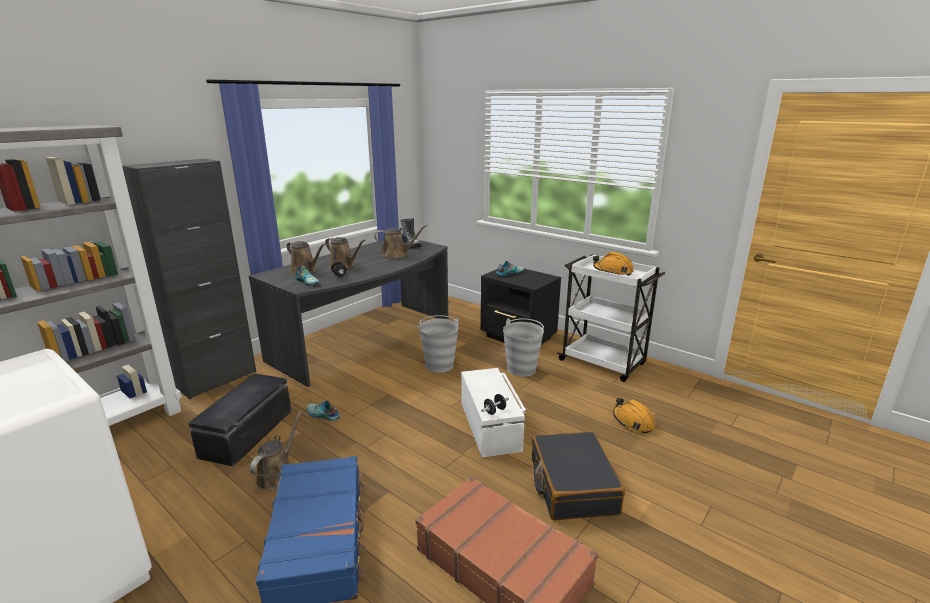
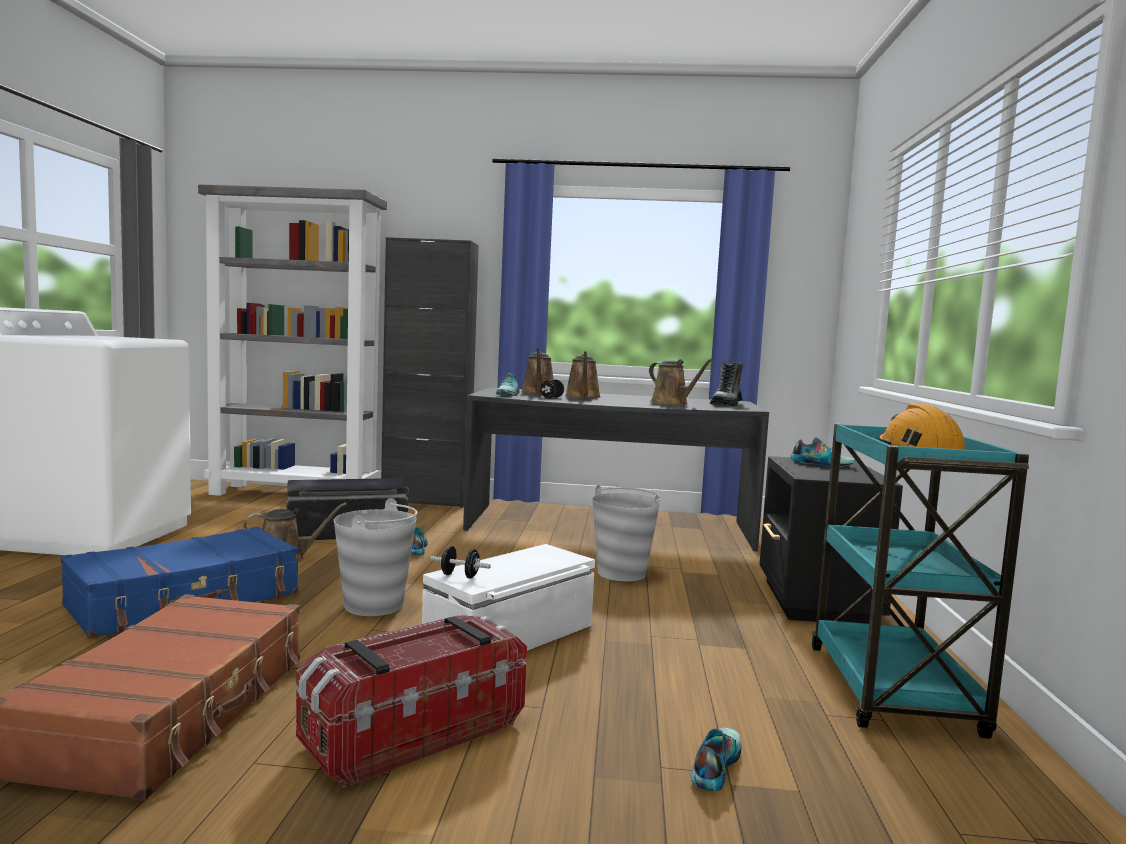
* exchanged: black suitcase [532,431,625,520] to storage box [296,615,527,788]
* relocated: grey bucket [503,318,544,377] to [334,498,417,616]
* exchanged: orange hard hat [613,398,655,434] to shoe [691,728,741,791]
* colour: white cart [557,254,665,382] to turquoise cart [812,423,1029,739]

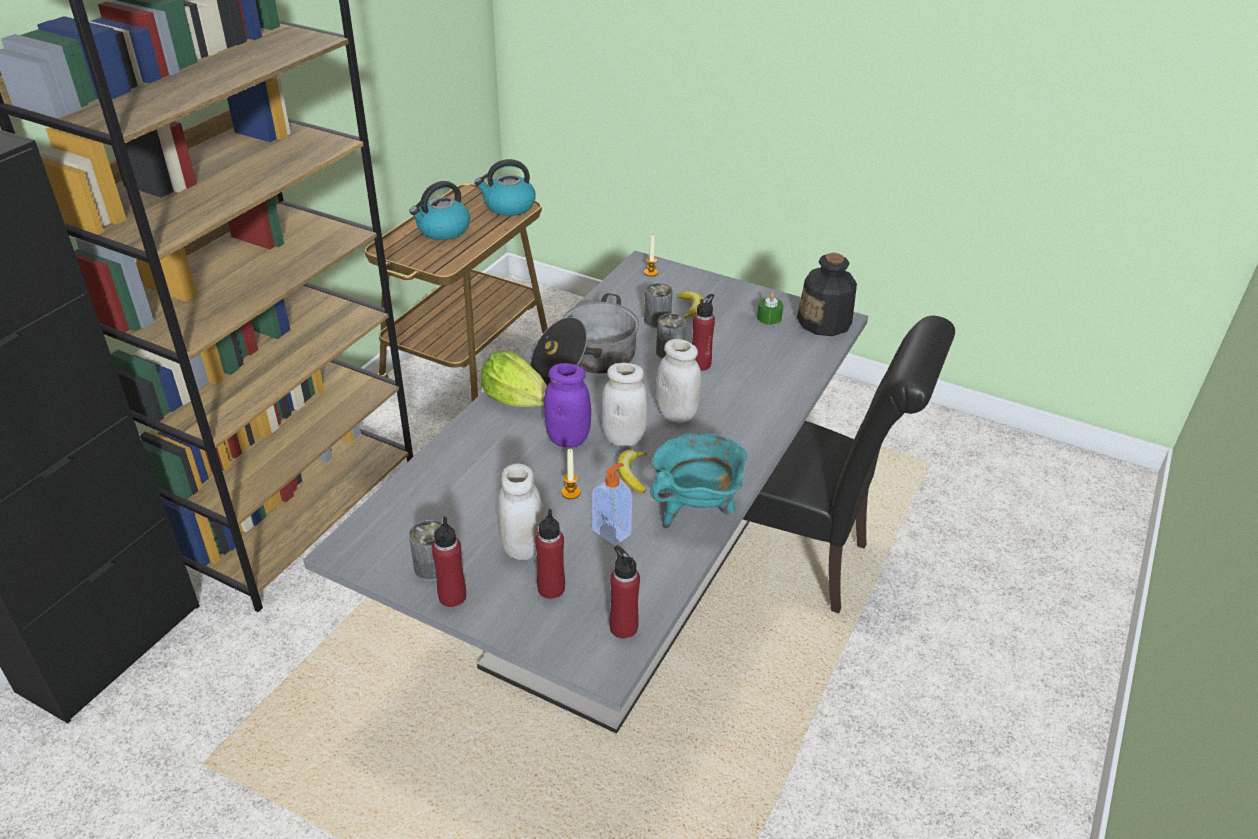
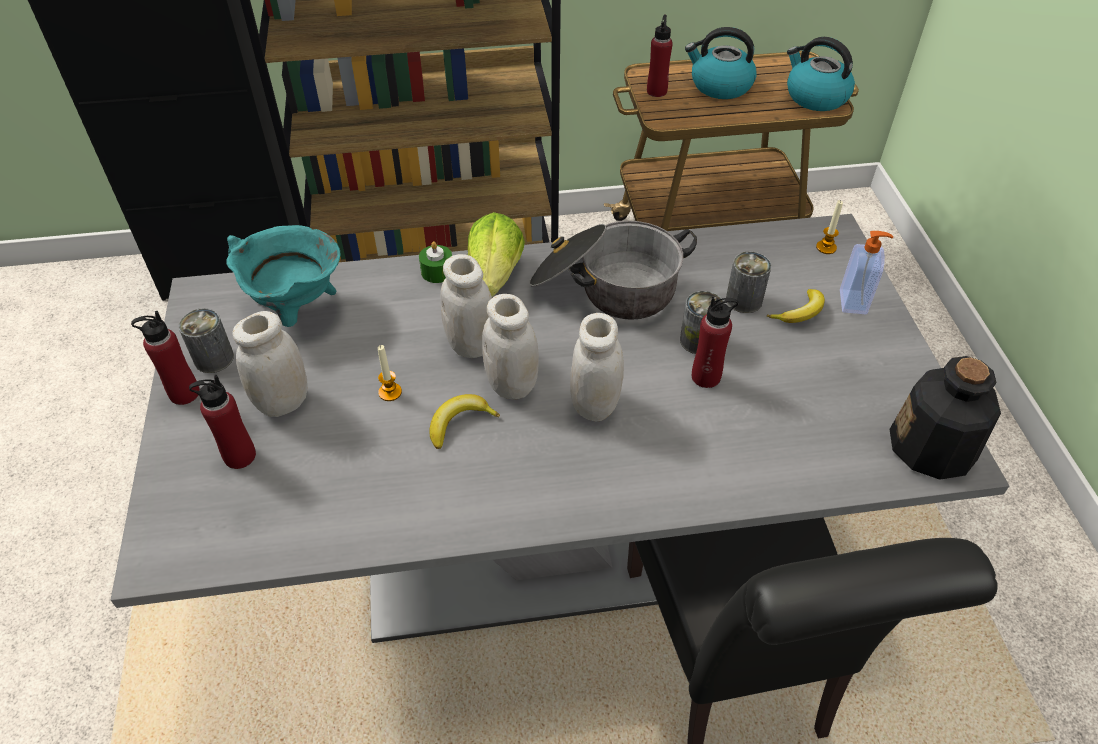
* relocated: turquoise cooking pot [650,433,748,528] to [226,225,340,327]
* relocated: green candle [757,292,783,325] to [419,241,452,283]
* colour: purple jar [544,363,591,448] to white jar [440,254,492,358]
* relocated: red bottle [609,546,640,639] to [647,15,673,97]
* relocated: soap dispenser [592,463,632,546] to [840,231,893,315]

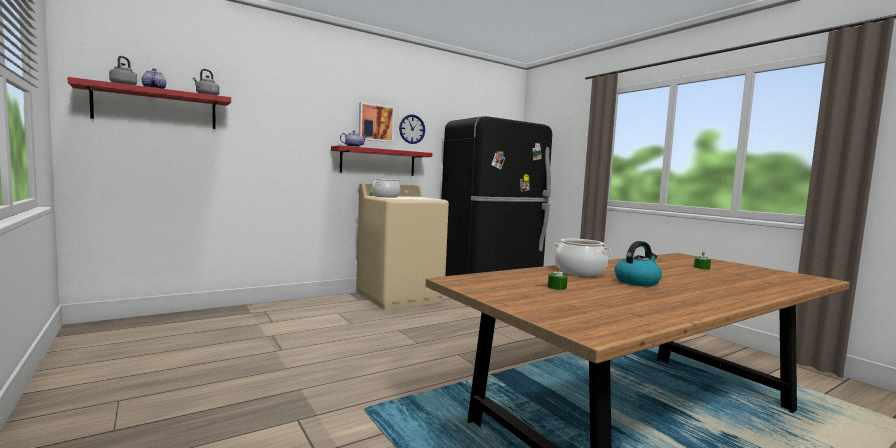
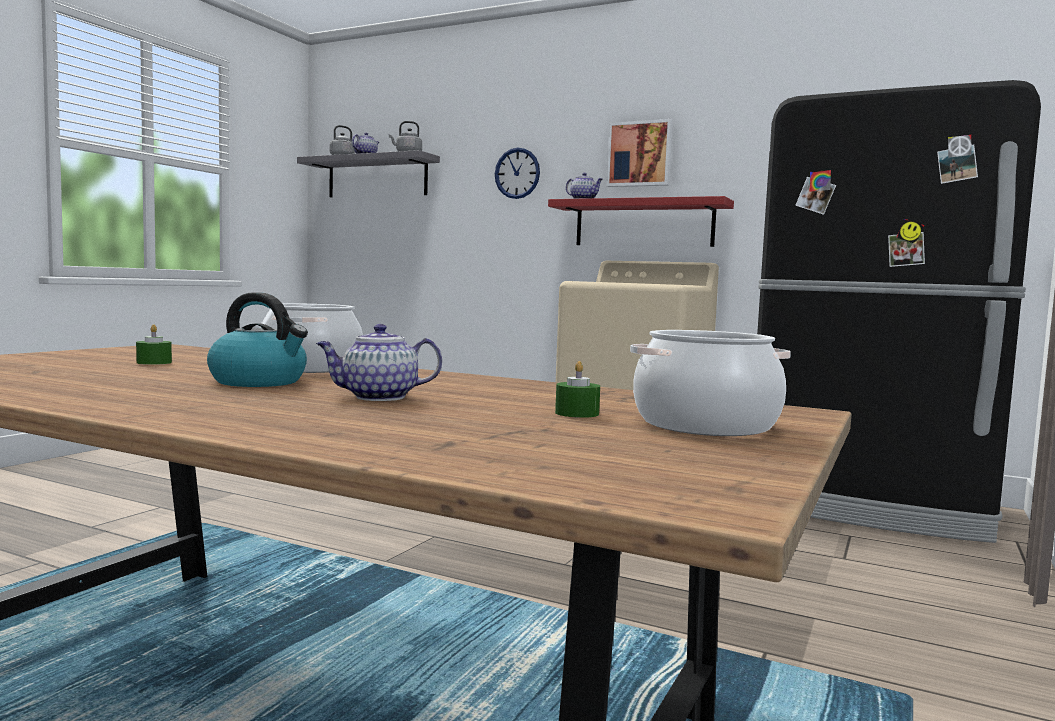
* colour: red shelf [67,77,231,129] to grey shelf [297,150,440,197]
* appeared: teapot [316,324,442,401]
* relocated: wall clock [399,114,425,144] to [495,148,540,199]
* relocated: cooking pot [372,179,400,198] to [630,330,791,436]

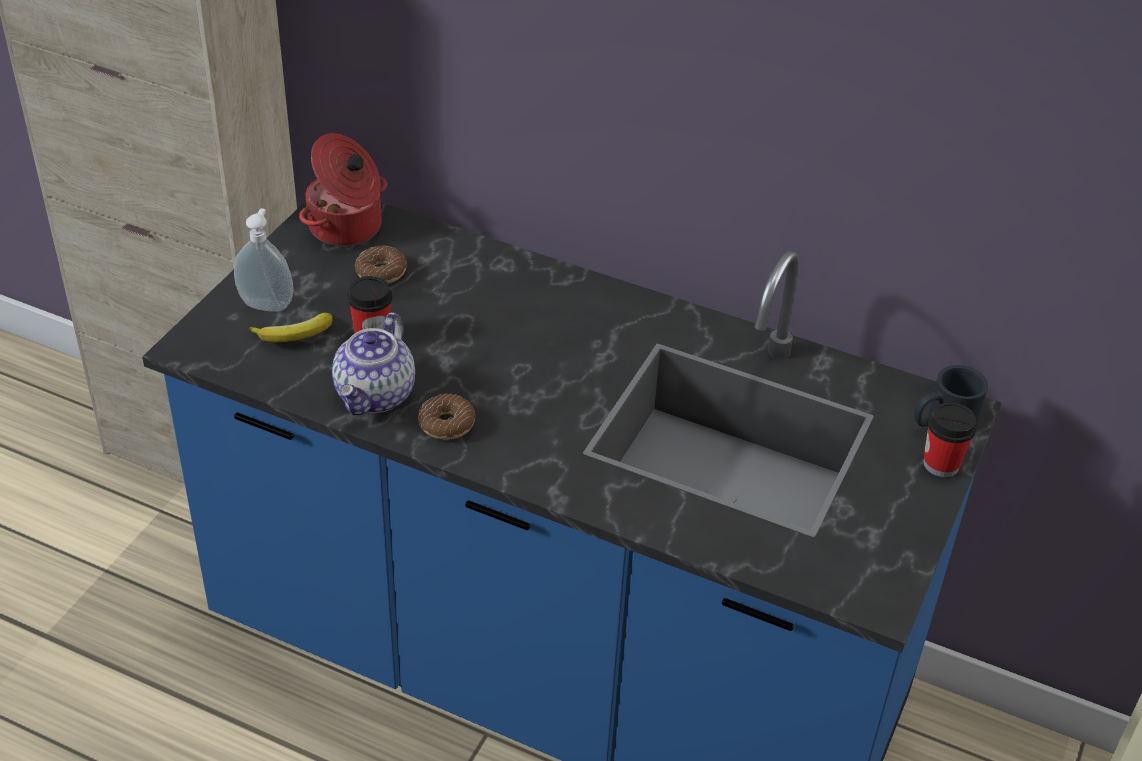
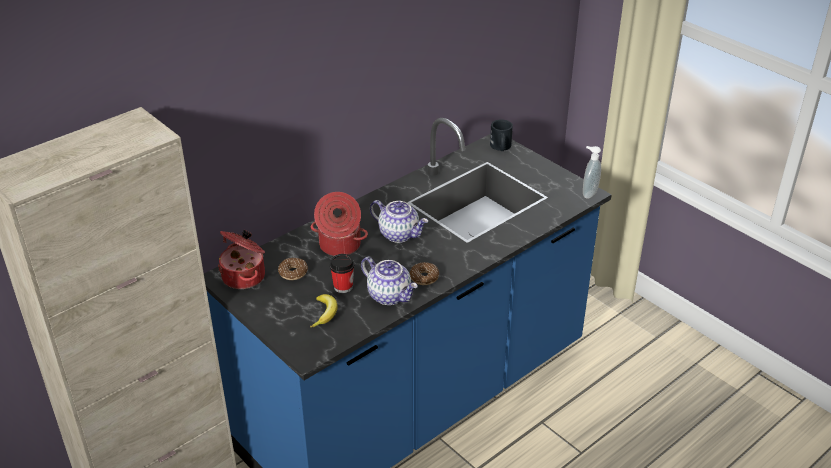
* appeared: cooking pot [311,192,368,256]
* appeared: teapot [370,200,428,243]
* relocated: soap dispenser [234,209,293,312] to [583,146,601,199]
* missing: cup [923,402,977,477]

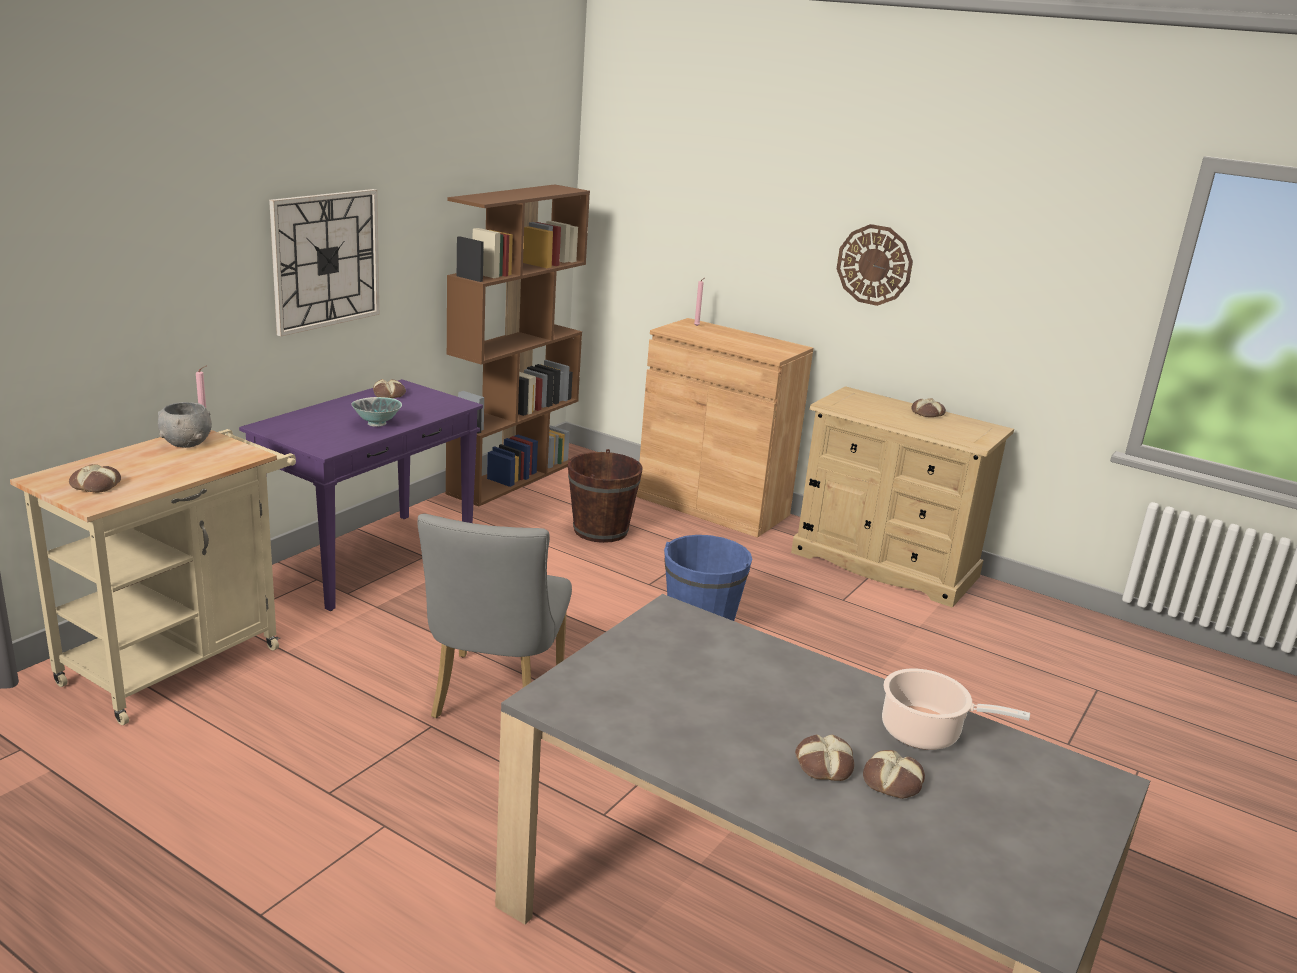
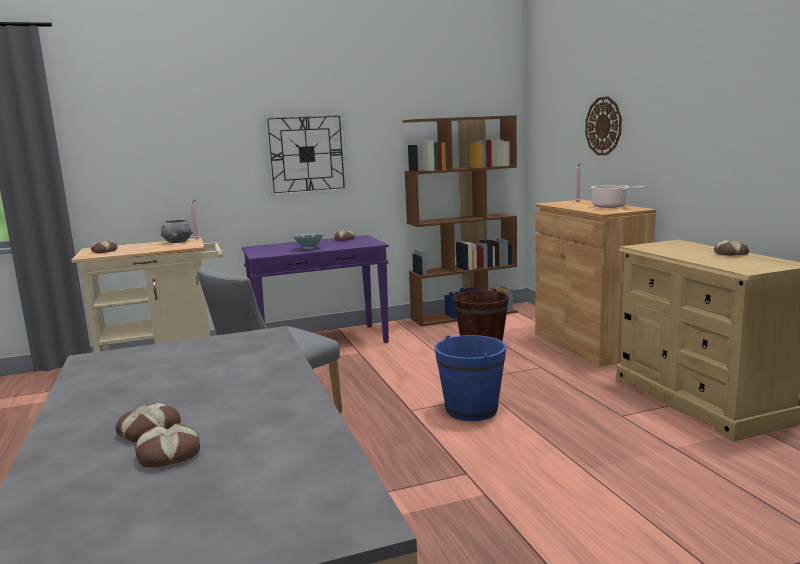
* relocated: wall clock [837,224,913,306] to [585,96,622,155]
* relocated: cooking pot [882,669,1030,750] to [591,185,646,208]

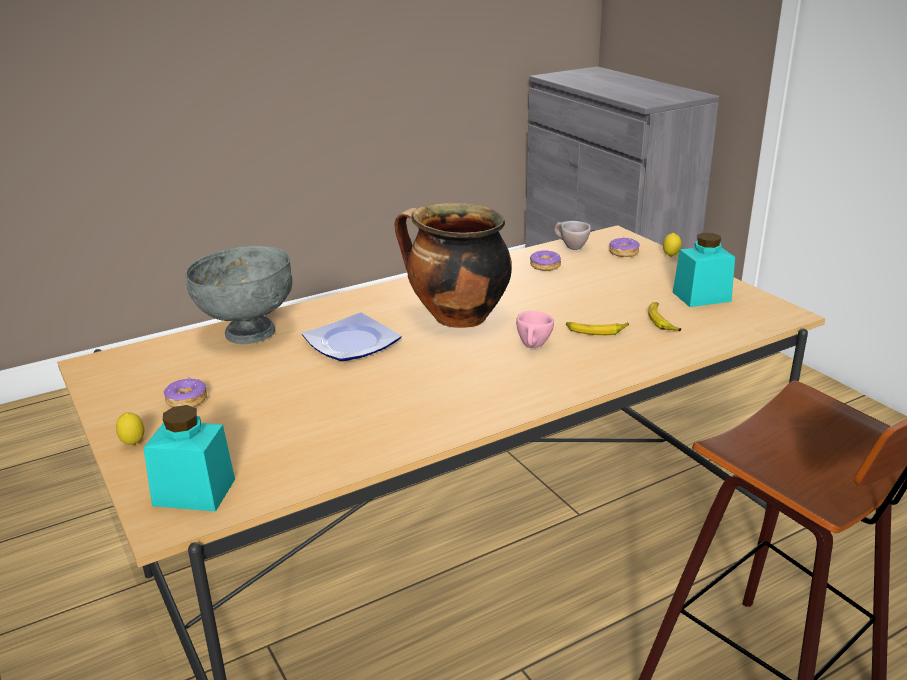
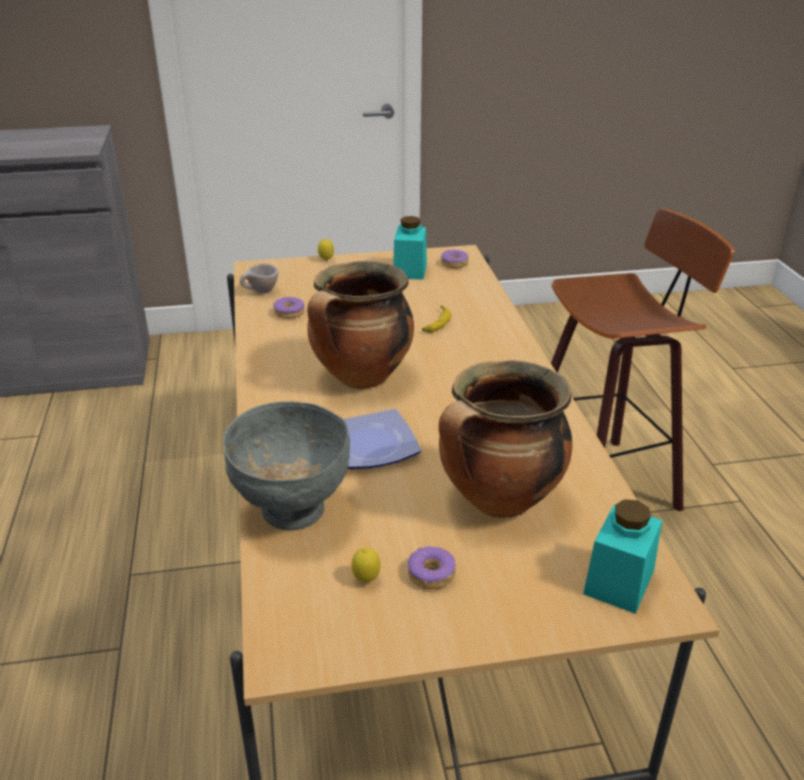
* relocated: lemon [116,412,144,445] to [352,547,381,582]
* appeared: cooking pot [439,361,572,518]
* relocated: donut [609,237,640,257] to [441,250,468,268]
* missing: pink cup [516,311,554,348]
* missing: banana [648,302,681,331]

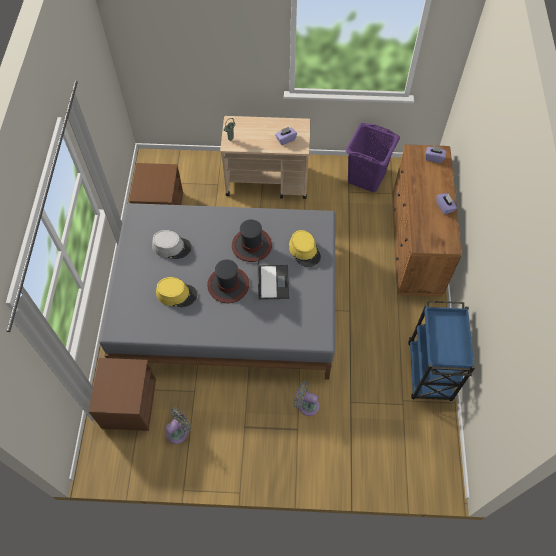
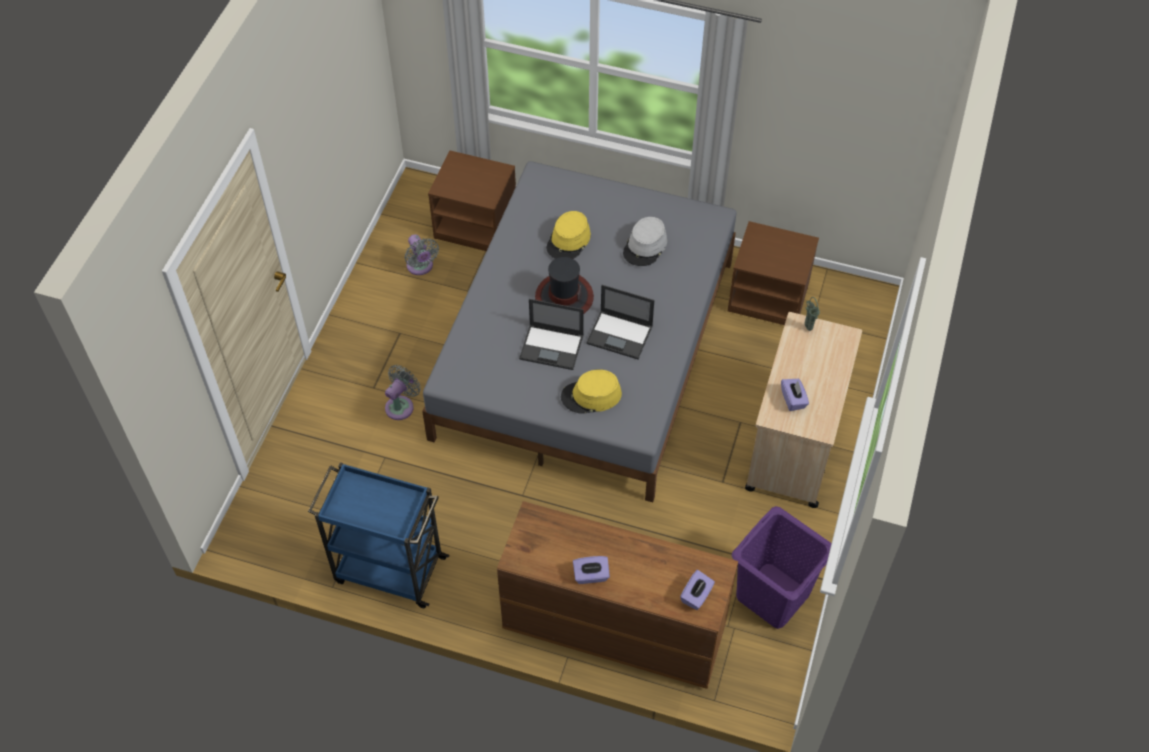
* exchanged: hat [232,219,272,262] to laptop [586,285,654,359]

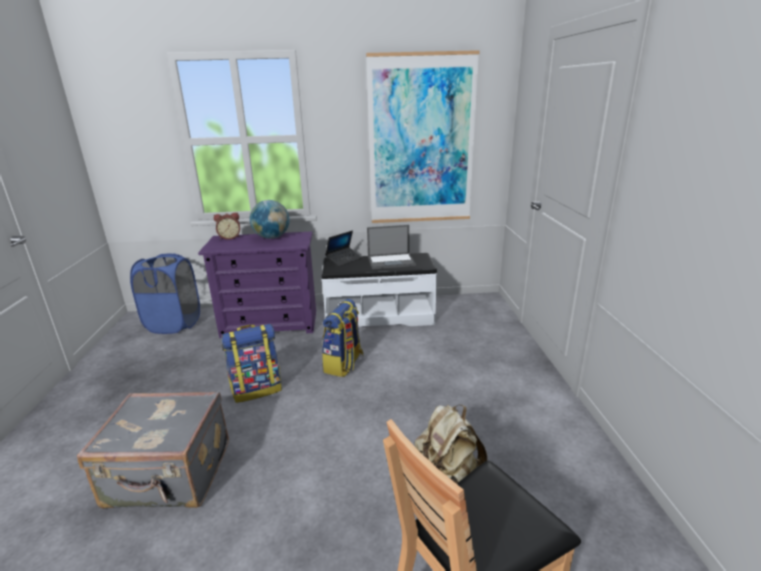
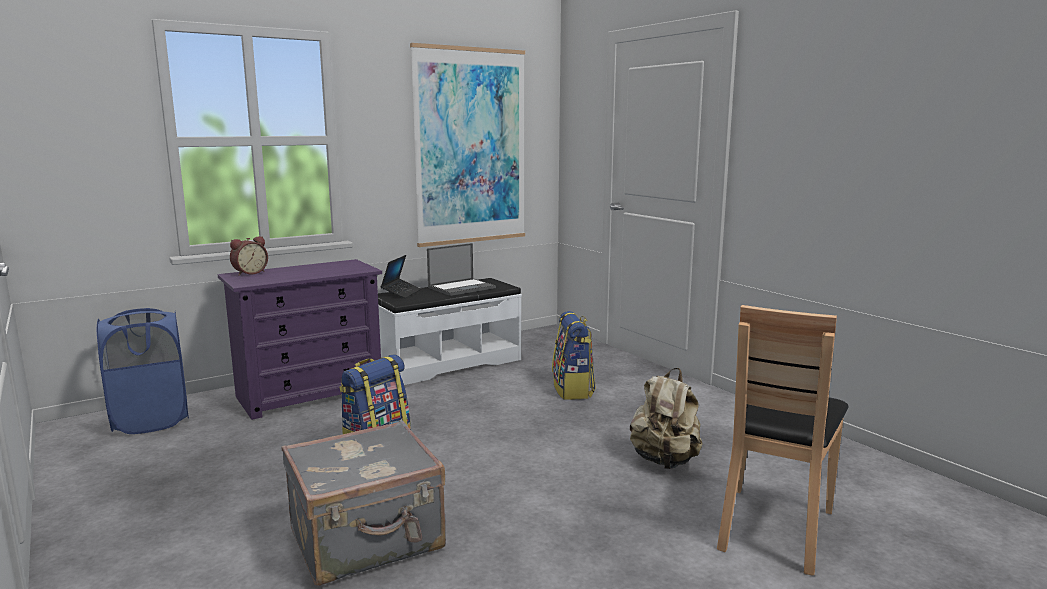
* relocated: backpack [322,299,364,377] to [552,311,596,400]
* missing: globe [250,200,289,239]

